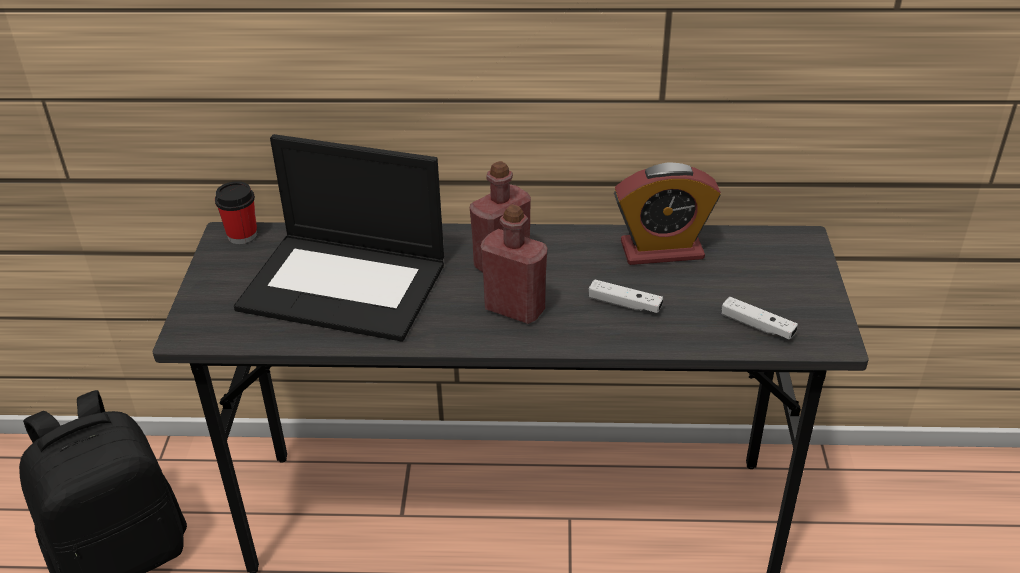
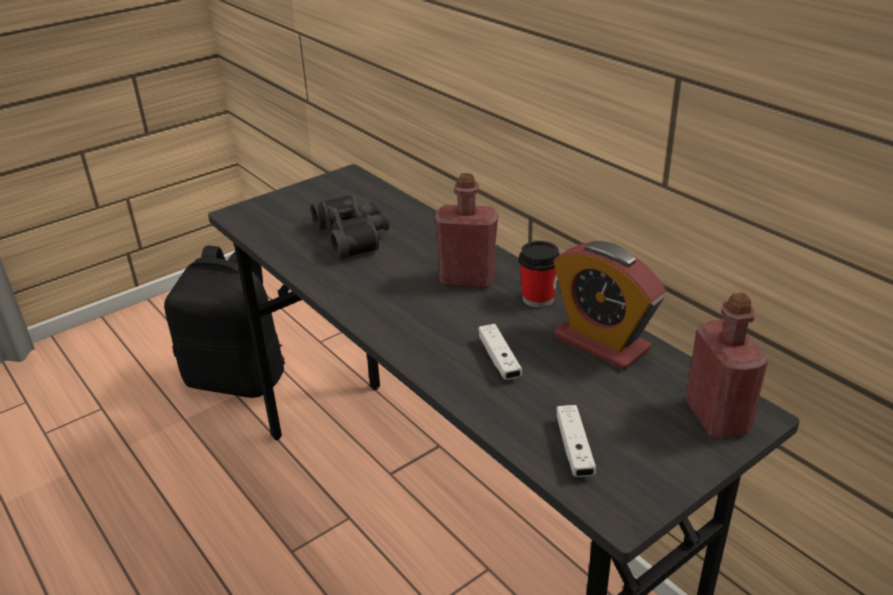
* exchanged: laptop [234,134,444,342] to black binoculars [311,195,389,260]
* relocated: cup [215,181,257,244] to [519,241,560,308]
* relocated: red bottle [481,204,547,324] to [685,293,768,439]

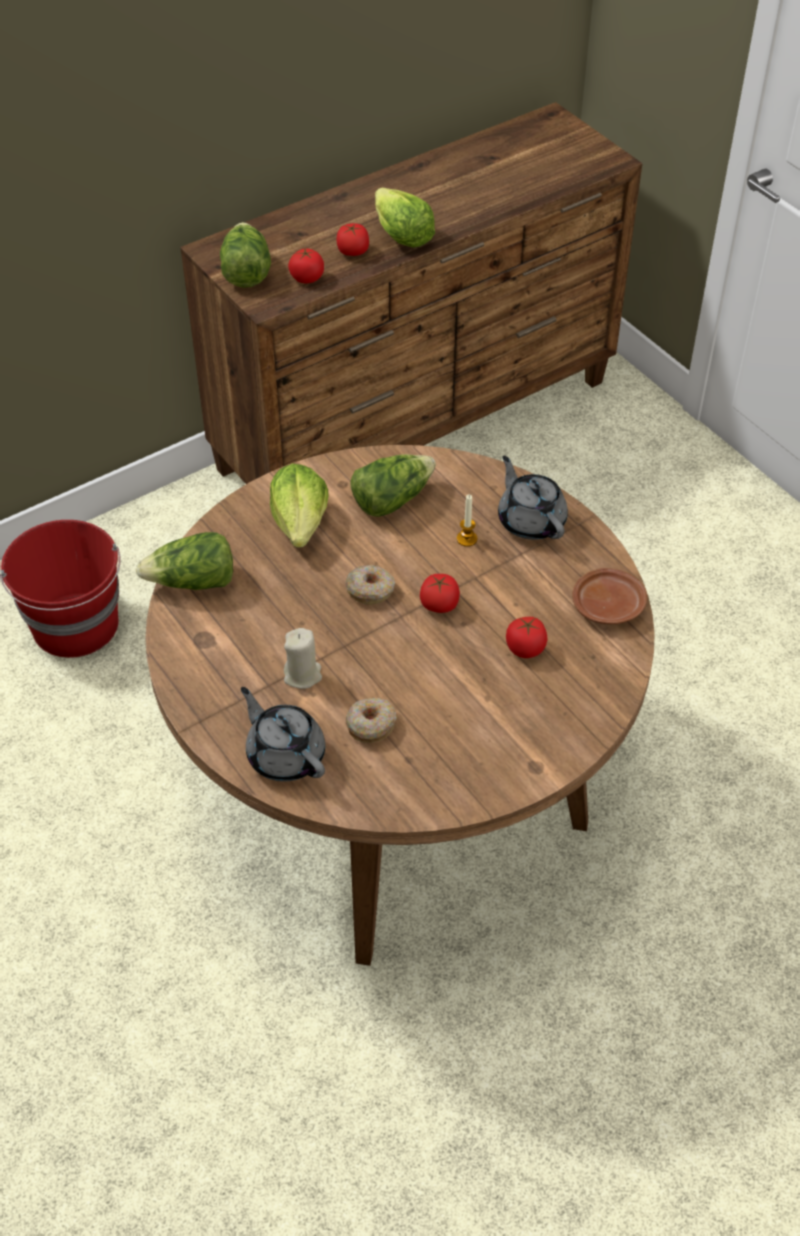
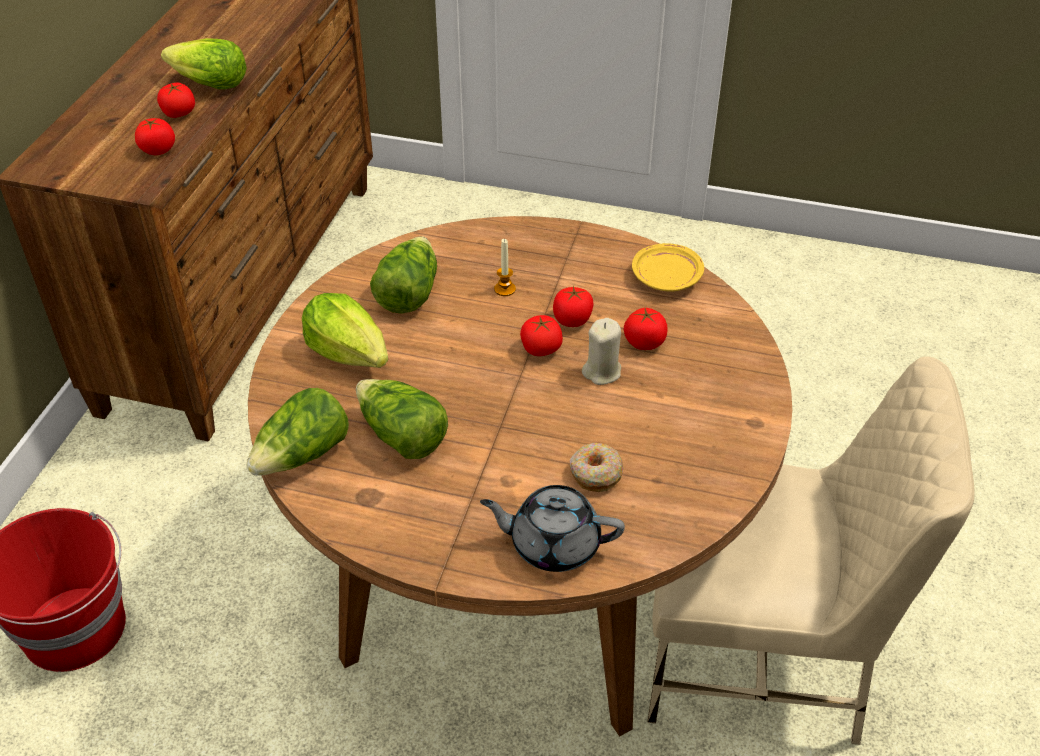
* relocated: lettuce [220,222,271,288] to [356,379,448,459]
* appeared: tomato [553,286,593,327]
* relocated: beige candle [284,628,322,689] to [582,318,621,385]
* colour: brown plate [572,568,647,624] to yellow plate [632,243,704,291]
* appeared: beige chair [647,356,975,745]
* missing: donut [345,565,395,605]
* missing: grey teapot [498,456,568,540]

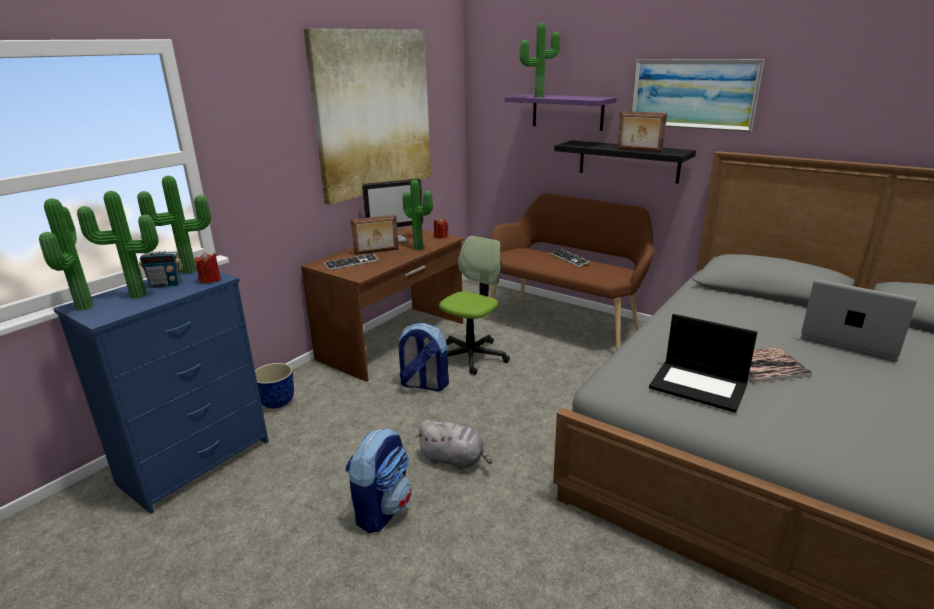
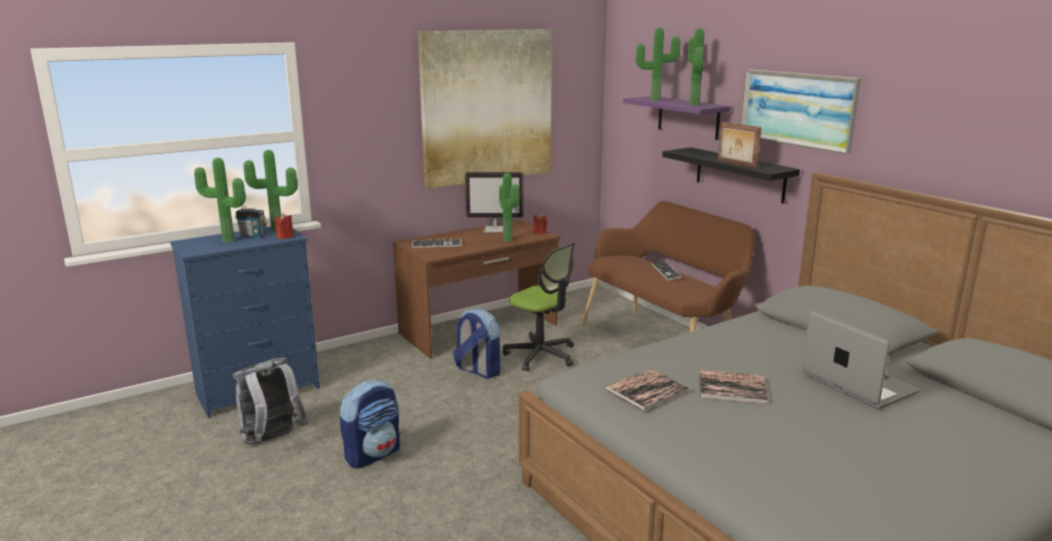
* appeared: grey backpack [233,358,309,445]
* spun: office chair [439,236,510,375] = [503,243,575,371] 75 degrees clockwise
* exchanged: laptop [649,314,757,413] to book [605,369,690,411]
* relocated: potted plant [39,199,94,311] to [688,28,704,105]
* missing: planter [255,363,294,409]
* missing: picture frame [351,215,399,255]
* missing: grey plush toy [416,420,492,470]

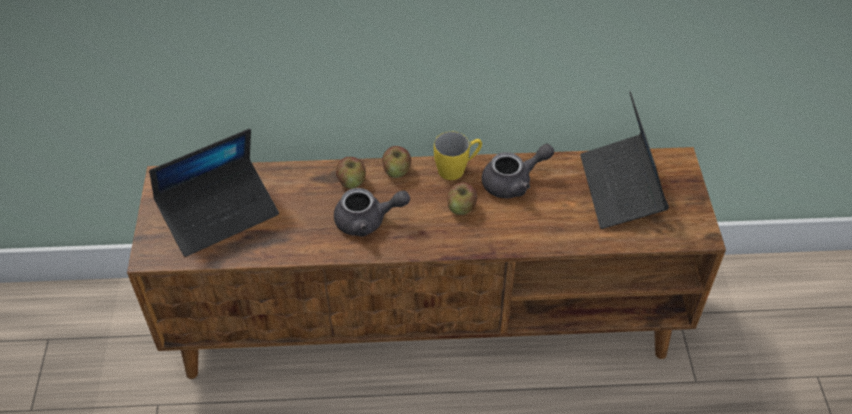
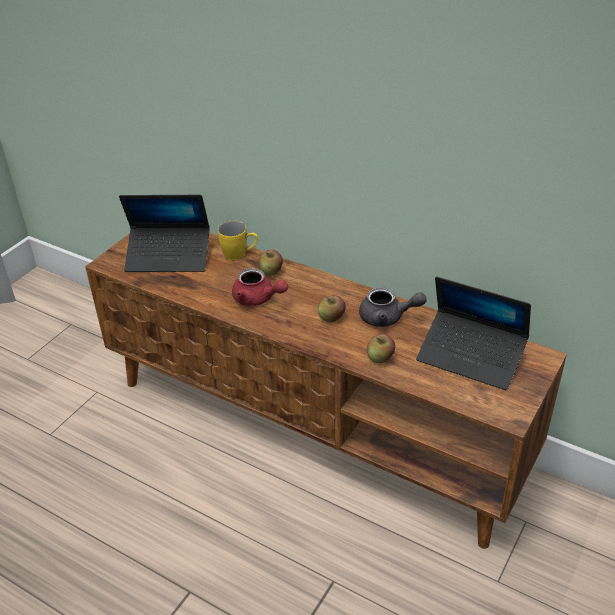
* relocated: yellow mug [434,132,482,180] to [218,221,258,260]
* colour: grey teapot [334,188,410,237] to red teapot [232,268,288,306]
* relocated: apple [382,146,411,178] to [367,334,395,363]
* spun: laptop [580,91,669,229] = [416,276,531,390] 90 degrees counterclockwise

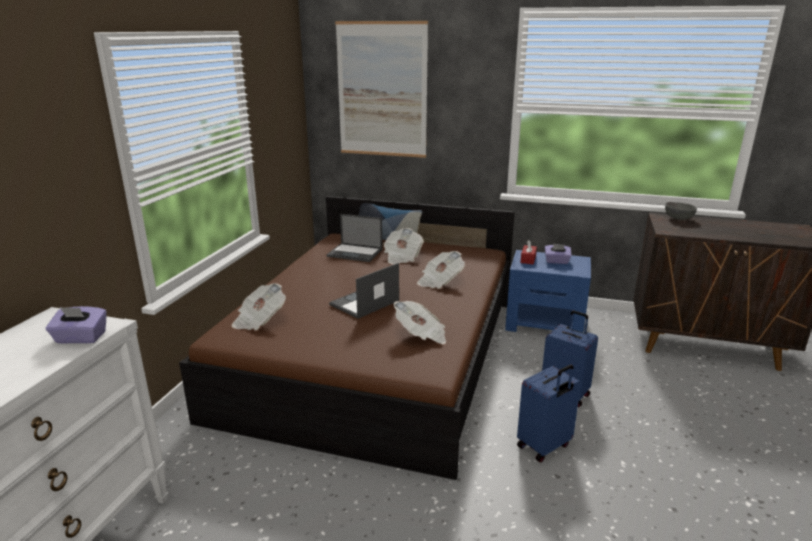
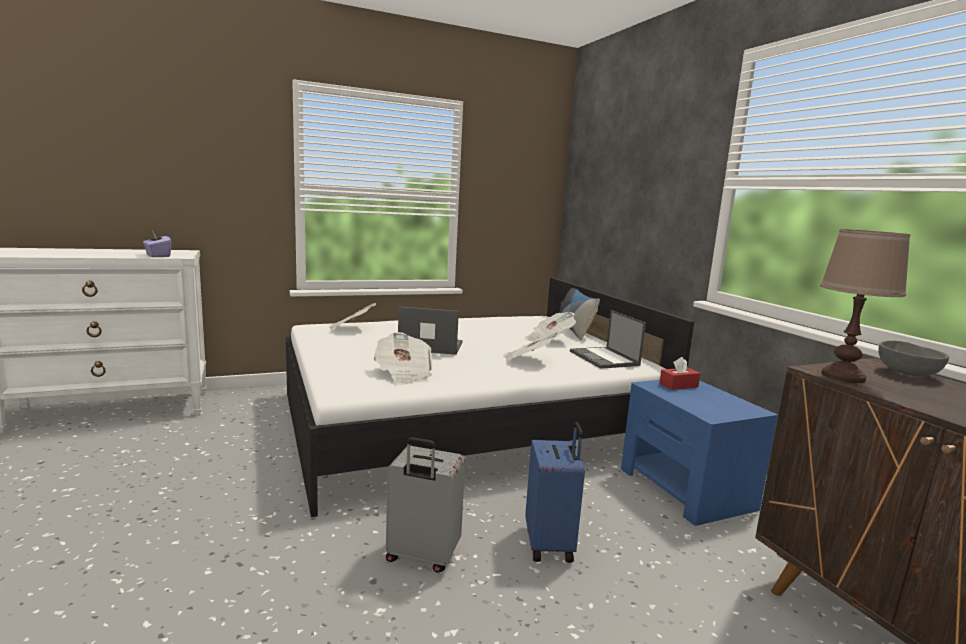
* colour: brown bed [179,196,515,480] to white bed [286,278,694,517]
* colour: blue suitcase [517,364,581,462] to grey suitcase [386,437,465,573]
* relocated: laptop [327,214,383,262] to [570,310,646,369]
* appeared: brown table lamp [820,229,911,383]
* missing: picture [335,21,428,158]
* missing: purple tissue box [545,244,571,264]

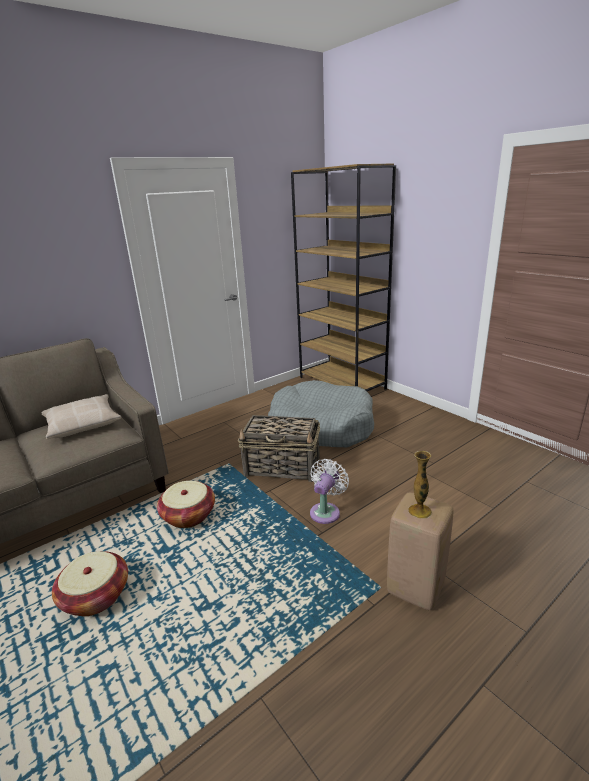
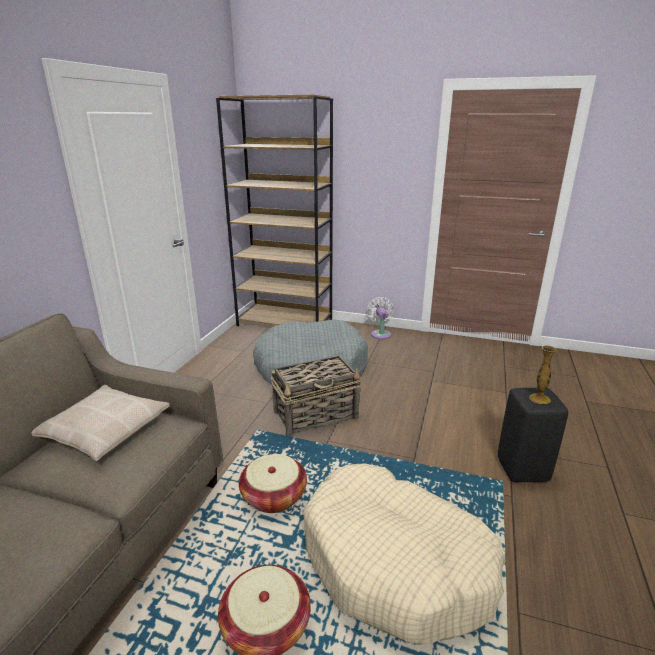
* appeared: beige dog bed [303,463,505,645]
* relocated: white fan [310,459,349,524] to [367,297,394,339]
* colour: beige stool [387,492,453,610] to black stool [498,388,568,482]

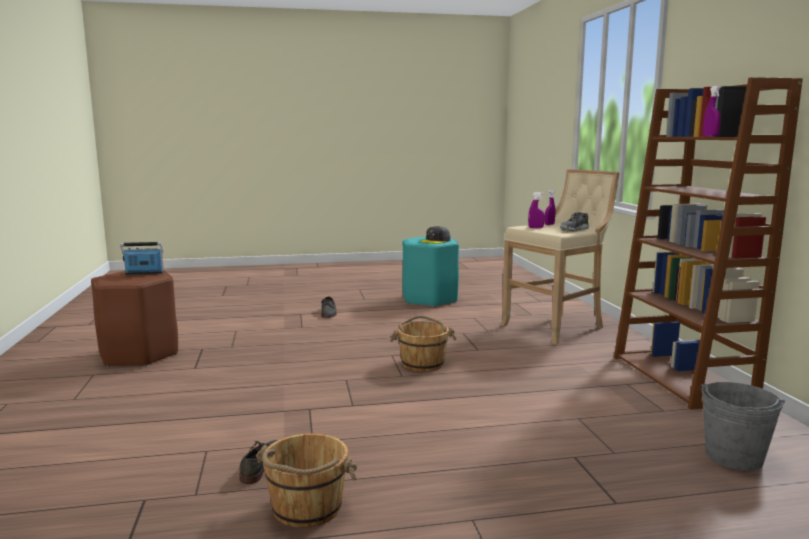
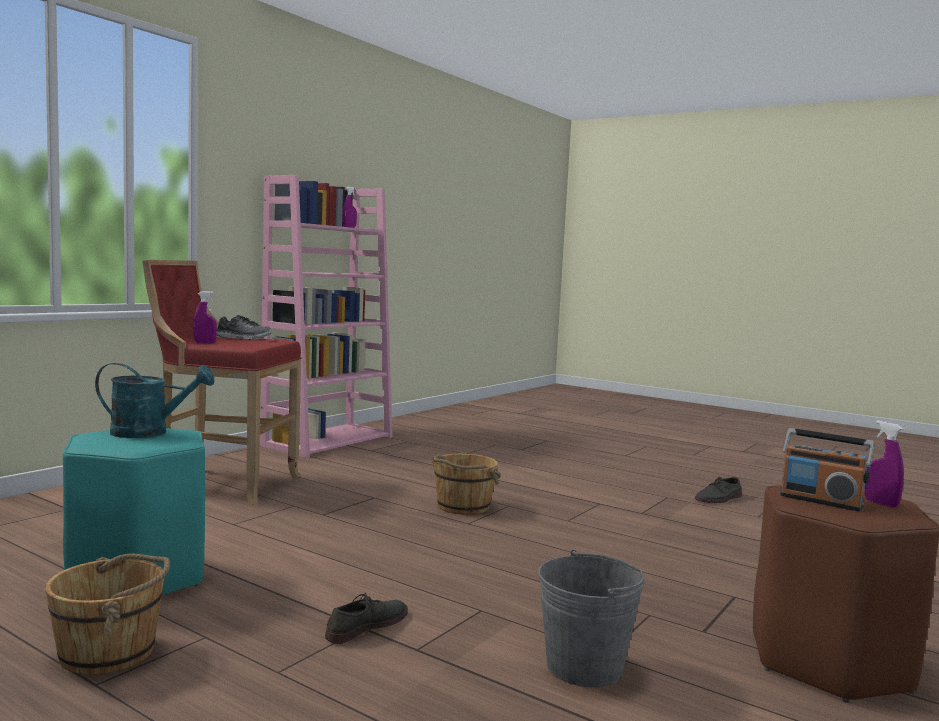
* relocated: brown bucket [256,433,357,528] to [45,554,170,675]
* exchanged: grey cap [421,226,451,244] to turquoise watering can [95,363,214,438]
* colour: beige stool [501,169,619,345] to red stool [142,260,301,505]
* colour: brown bookcase [614,77,803,410] to pink bookcase [260,175,392,458]
* relocated: grey bucket [701,382,785,471] to [539,550,644,687]
* relocated: purple spray bottle [528,192,545,228] to [865,420,904,508]

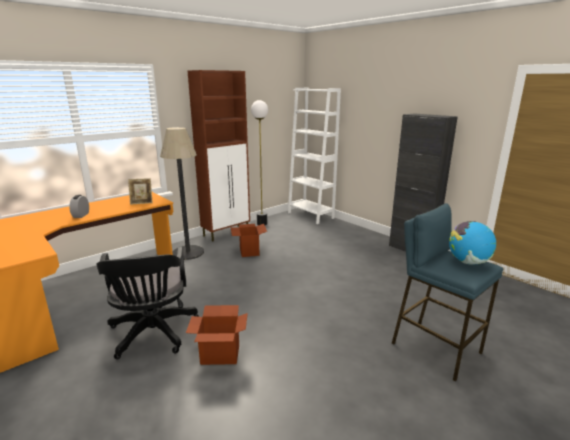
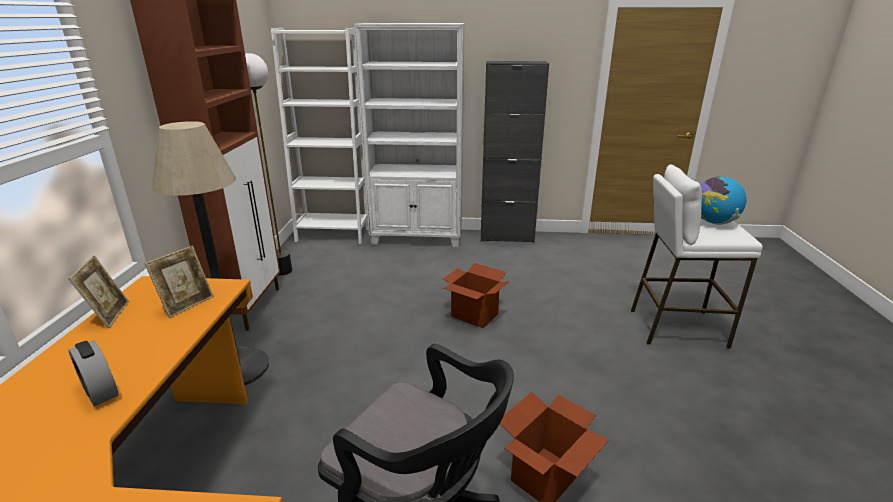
* appeared: picture frame [69,255,129,328]
* appeared: white bookcase [354,23,465,247]
* relocated: cardboard box [231,224,267,257] to [442,263,509,328]
* colour: blue stool [392,203,503,382] to white stool [631,165,763,349]

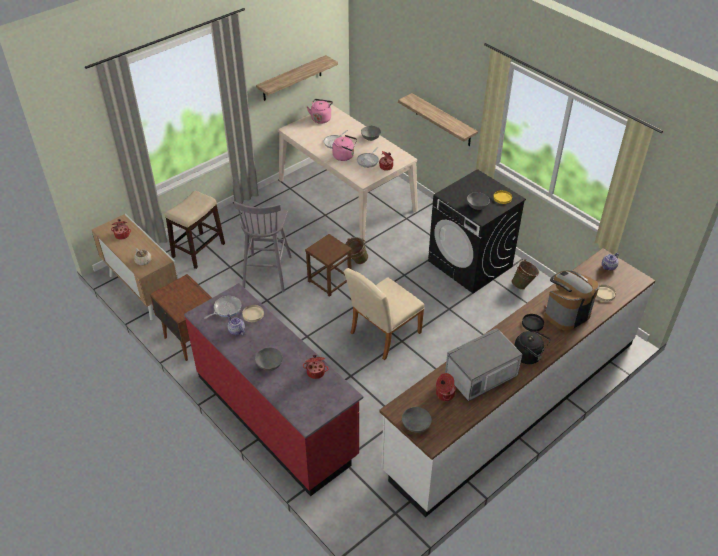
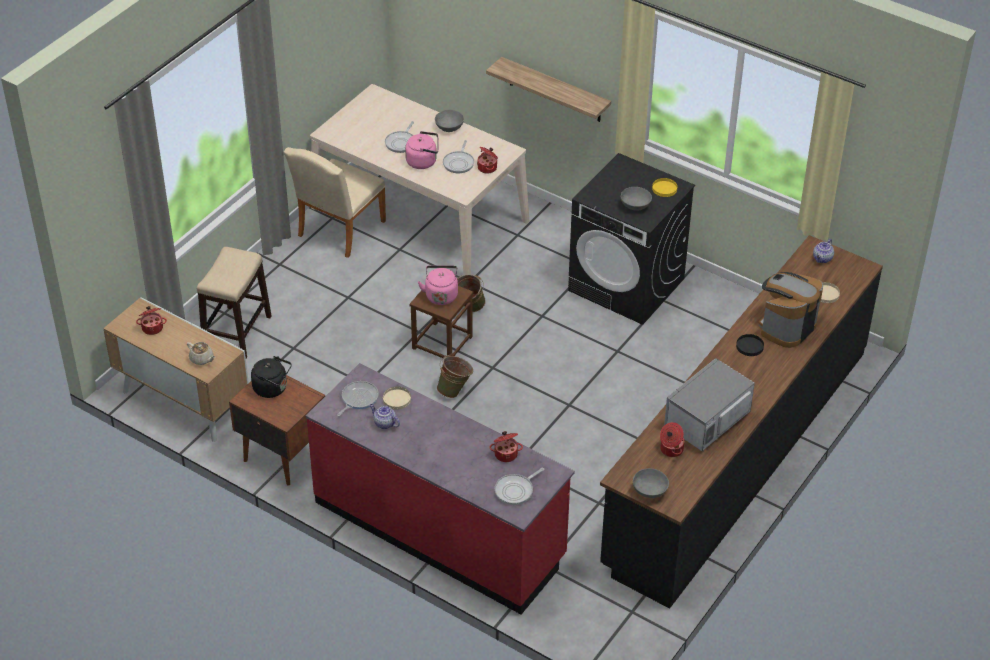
* relocated: black kettle [514,331,550,364] to [251,356,292,398]
* relocated: beige chair [344,268,424,360] to [284,147,386,258]
* relocated: pink kettle [307,99,333,124] to [418,265,458,305]
* relocated: green bucket [512,259,539,290] to [437,354,473,398]
* appeared: frying pan [495,468,544,505]
* colour: white counter [379,248,655,517] to black counter [600,235,883,609]
* missing: grey stool [234,202,292,292]
* missing: grey bowl [255,348,283,371]
* missing: shelf [256,55,338,101]

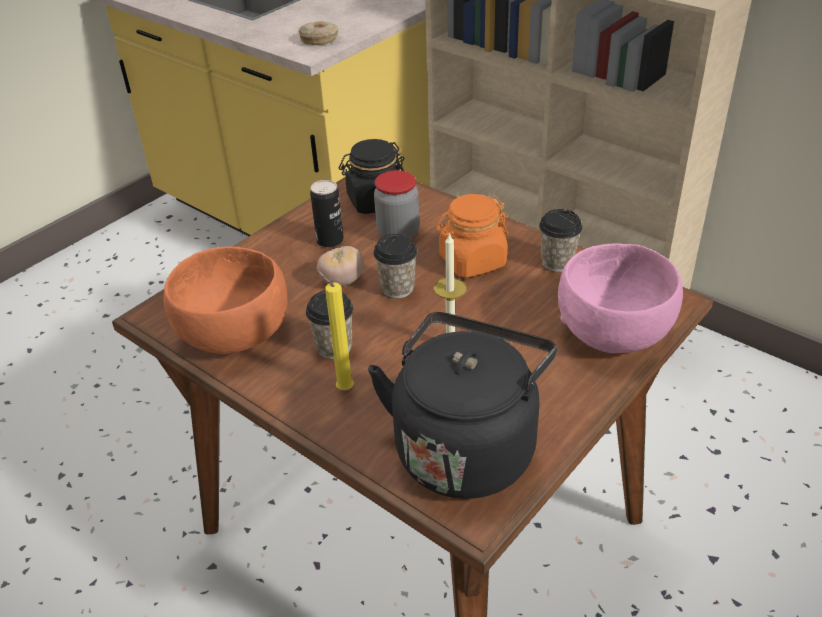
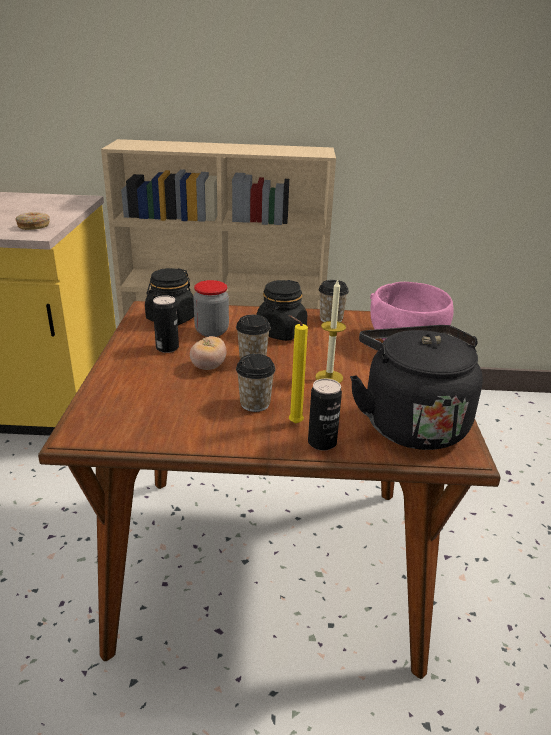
* colour: orange jar [436,194,508,278] to black jar [256,280,307,341]
* appeared: can [308,379,342,451]
* missing: orange bowl [164,246,288,354]

